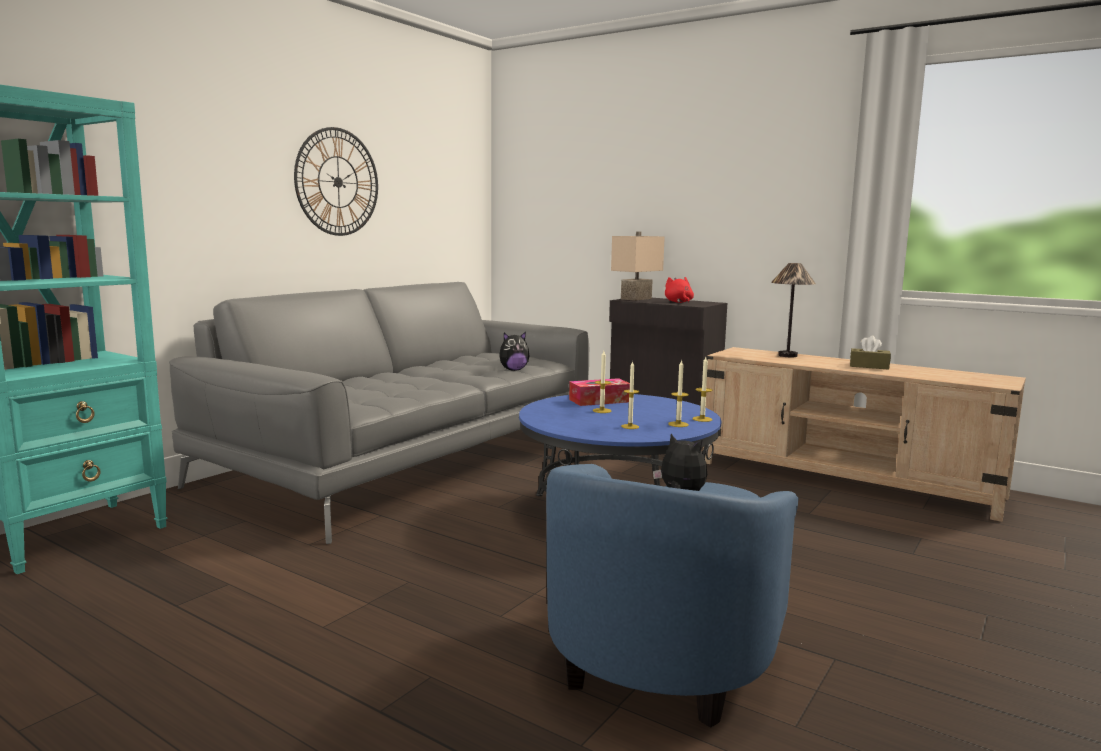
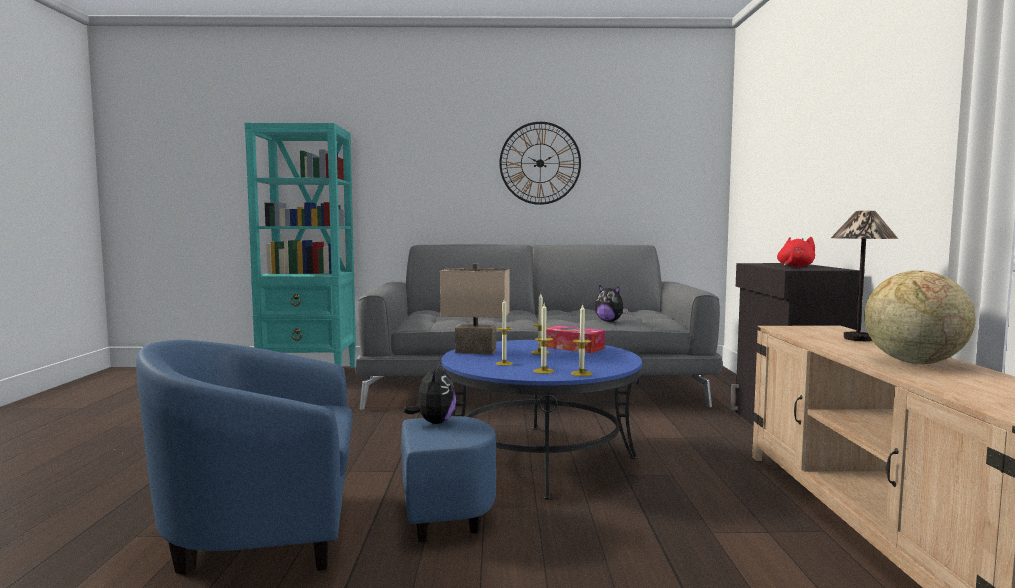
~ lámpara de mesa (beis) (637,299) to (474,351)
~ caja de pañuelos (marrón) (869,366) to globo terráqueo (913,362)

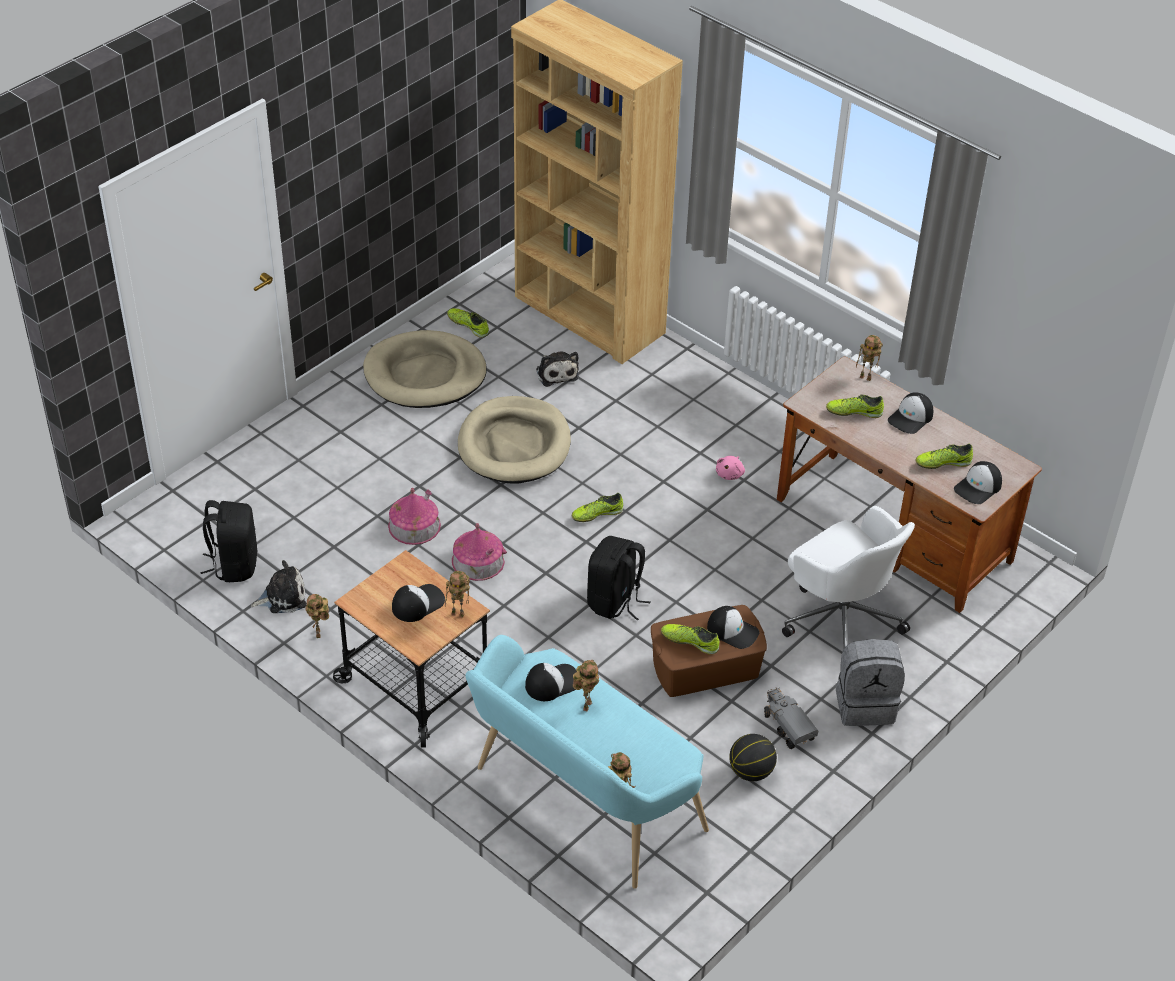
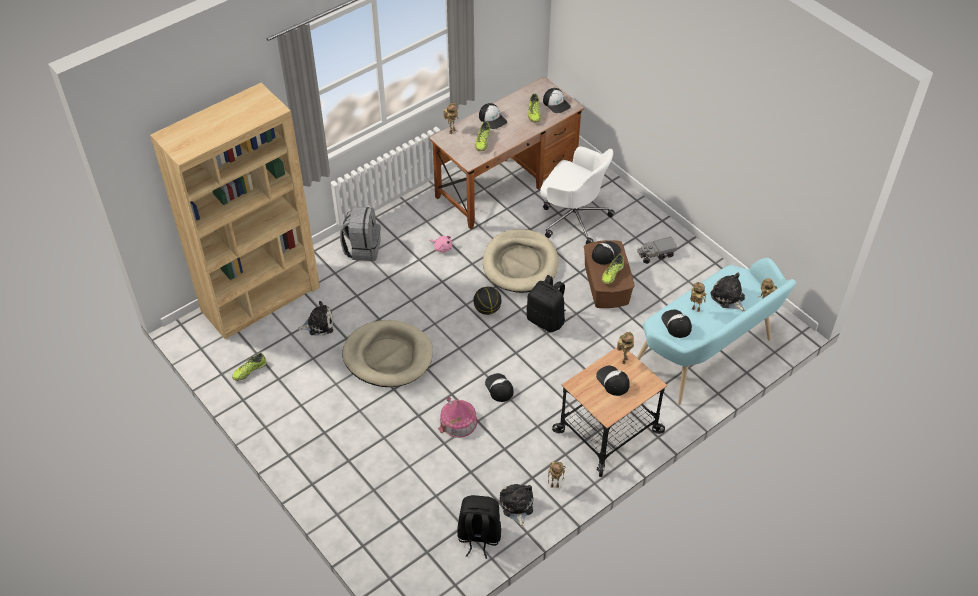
~ cama para perro (beis) (425,374) to (520,264)
~ casita (478,561) to gorra (499,388)
- zapato (597,514)
~ balón de baloncesto (750,771) to (487,309)
~ silla de oficina (blanco) (841,617) = (573,218) 60 degrees clockwise
~ mochila (gris) (865,704) to (362,248)
+ peluche (728,298)

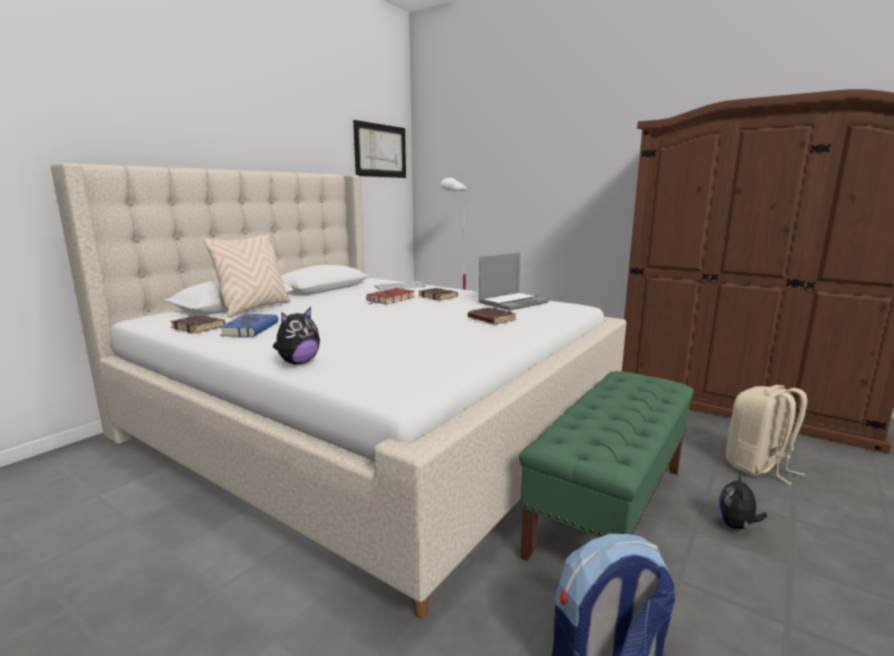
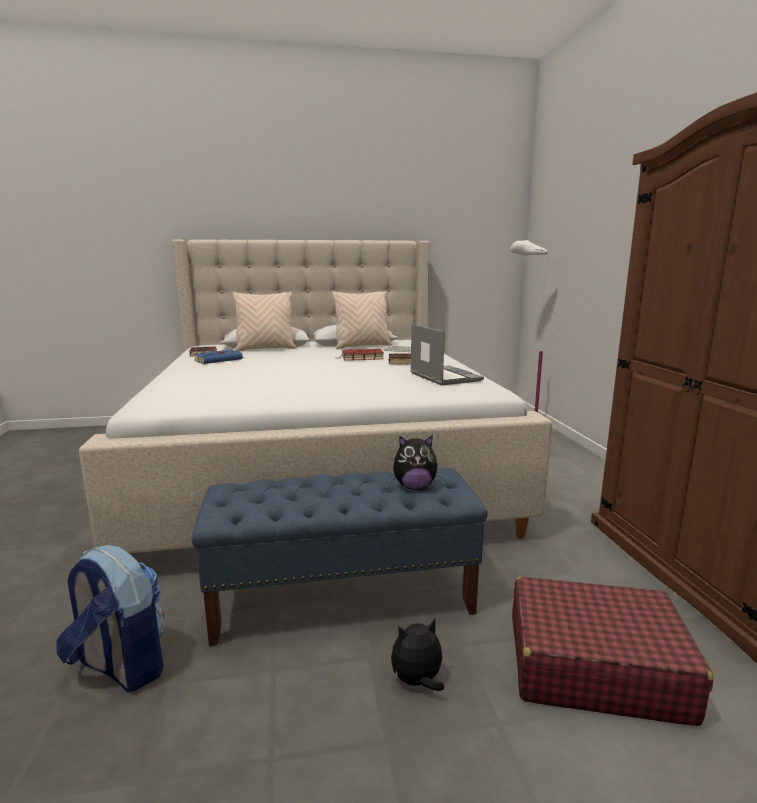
~ peluche (298,362) to (414,486)
- cuadro (381,151)
- libro (marrón) (490,319)
~ portátil (513,302) = (443,377) 120 degrees counterclockwise
~ banco (verde) (609,509) to banco (azul) (344,598)
~ mochila (beis) (758,466) to maleta (rojo) (593,666)
+ cojín (beis) (362,346)

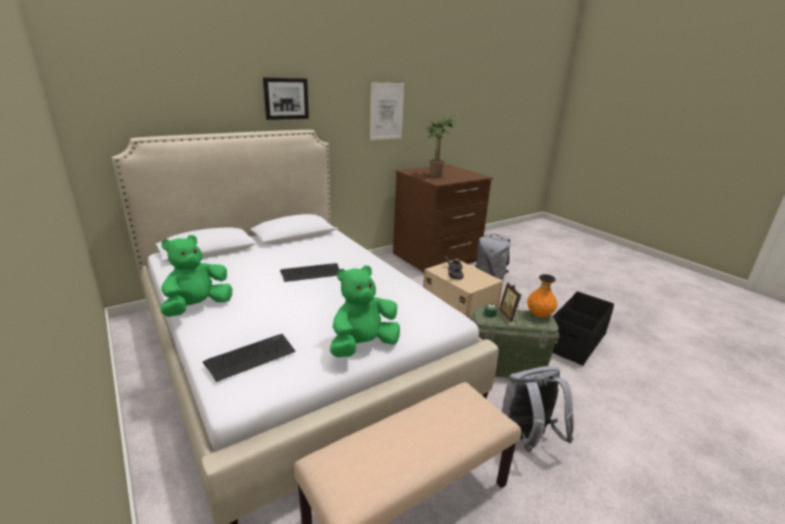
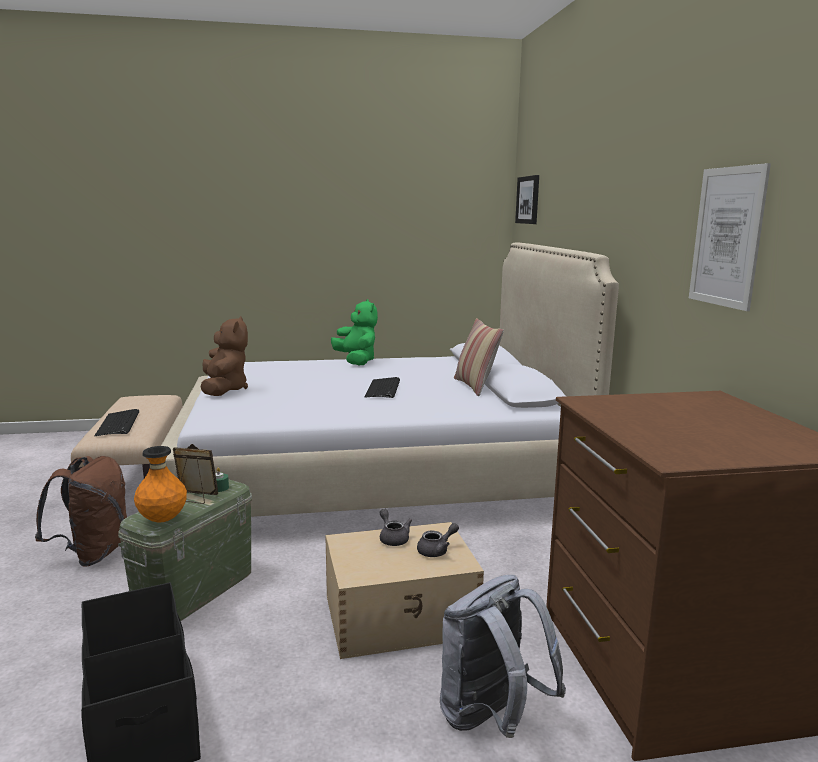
~ teclado (251,357) to (118,424)
~ cuadro (286,98) to (528,200)
~ peluche (verde) (363,346) to peluche (marrón) (224,390)
- planta en maceta (435,175)
~ mochila (gris) (526,439) to mochila (marrón) (93,553)
+ cojín (475,386)

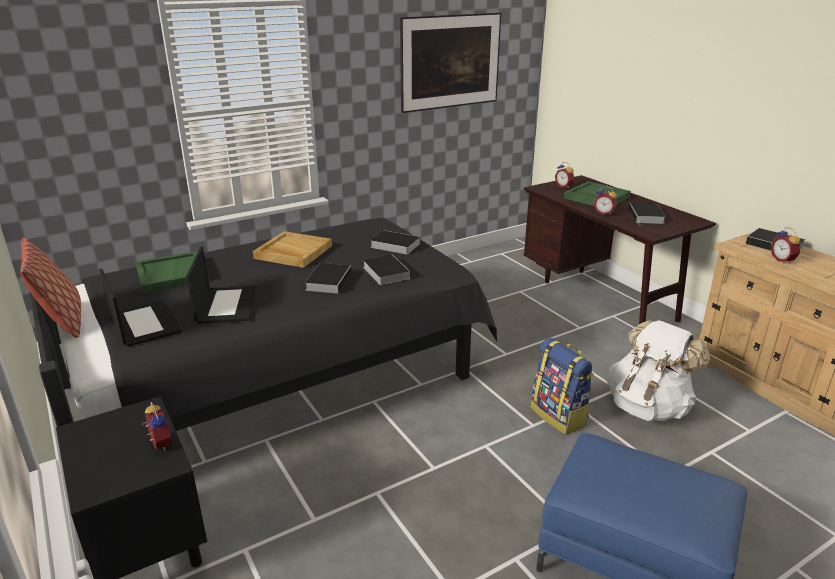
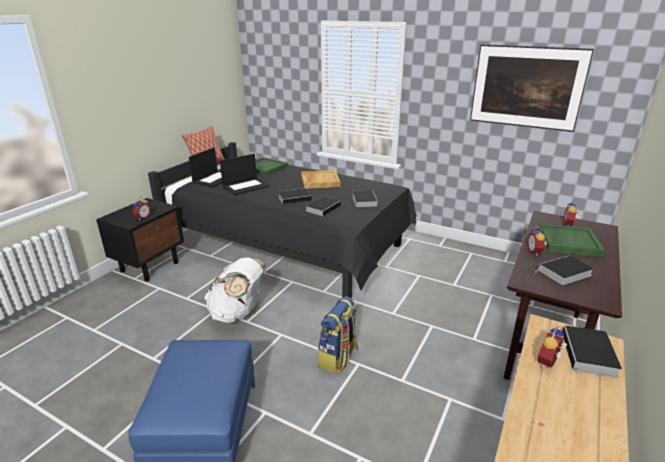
~ mochila (blanco) (648,406) to (238,313)

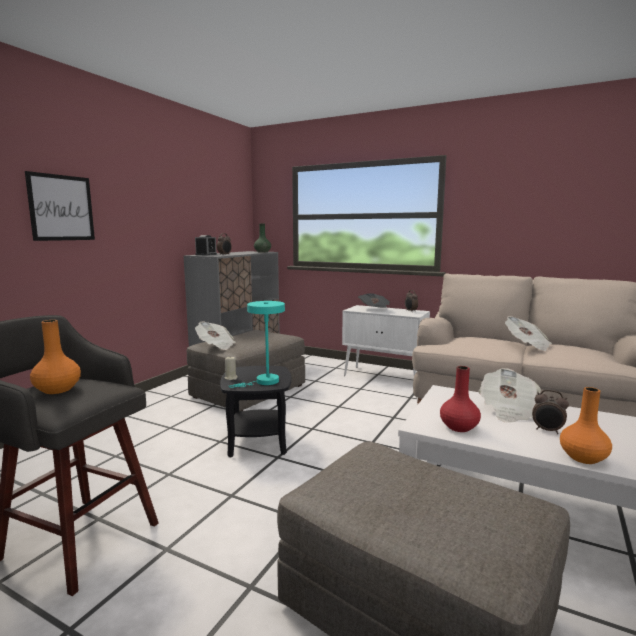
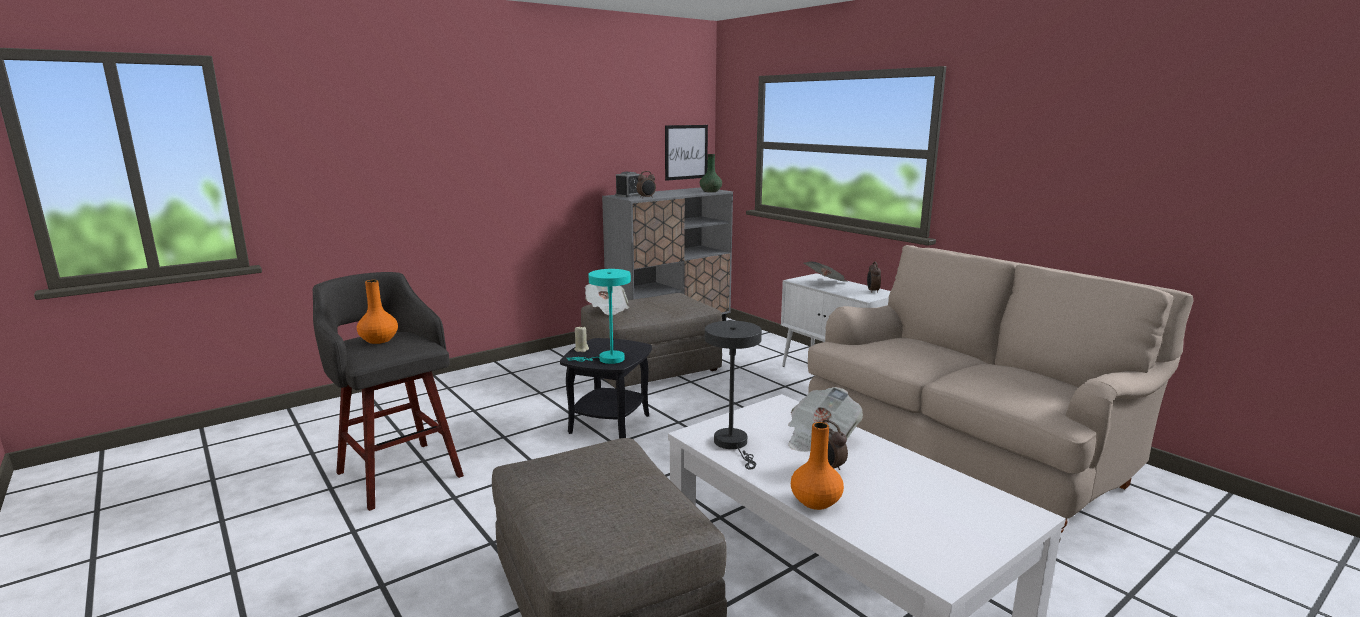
~ cuadro (61,208) to (686,152)
~ florero (rojo) (459,427) to lámpara de mesa (gris) (733,444)
- periódico (527,345)

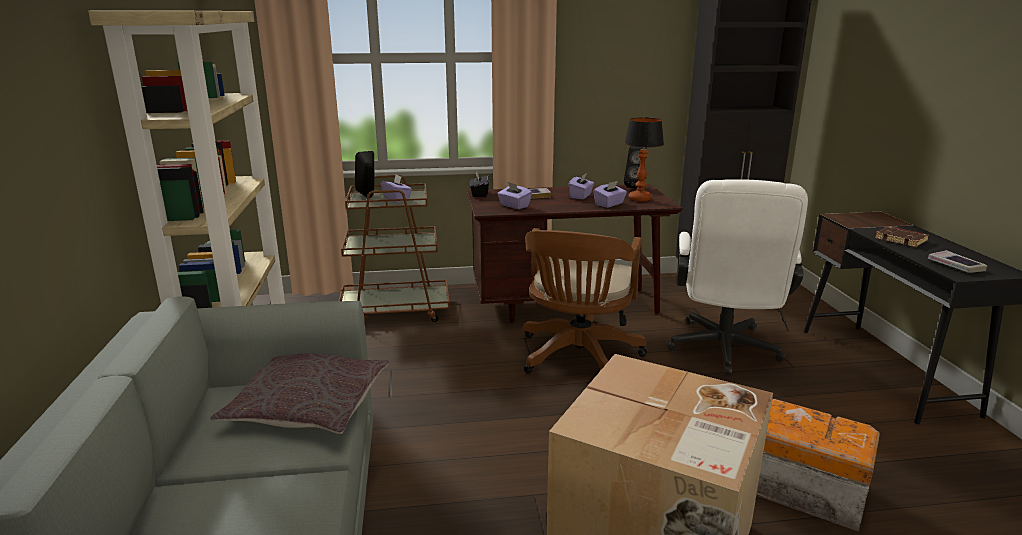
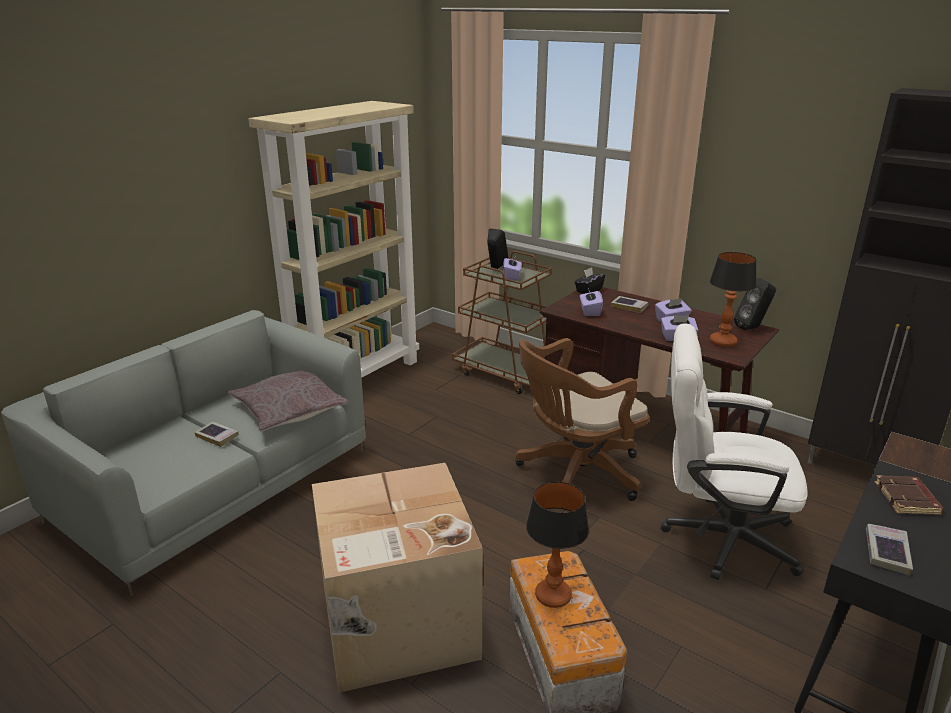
~ silla de oficina (blanco) (723,352) = (717,537) 45 degrees clockwise
+ libro (217,436)
+ lámpara de mesa (552,596)

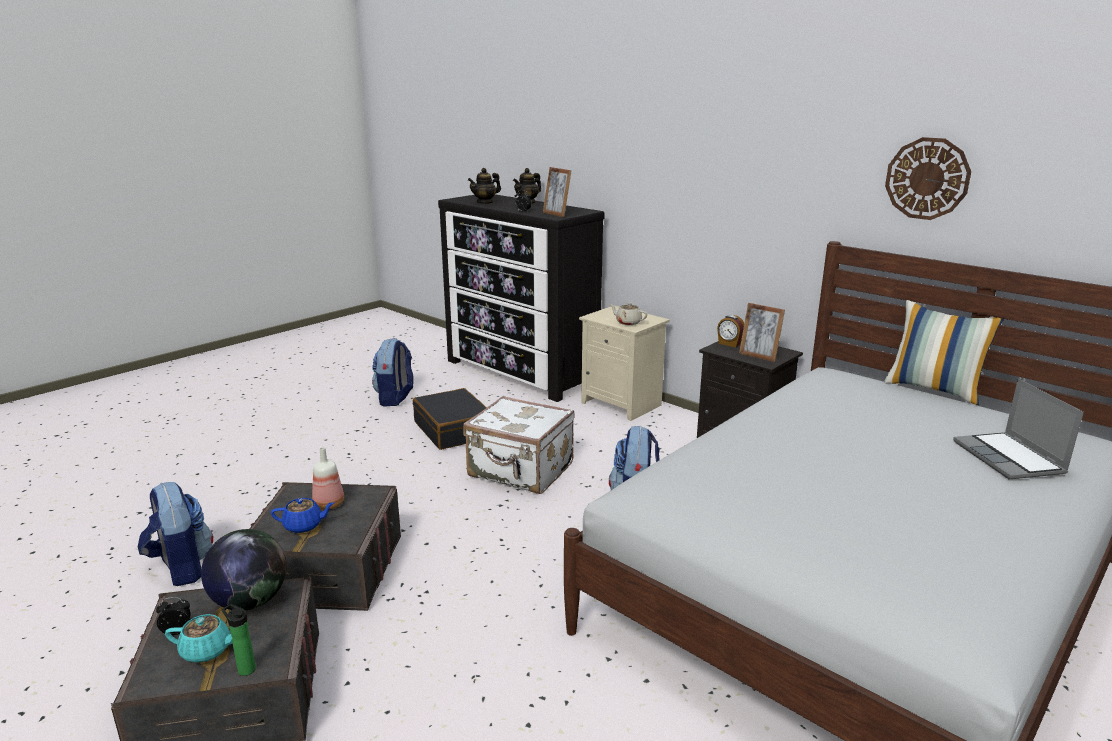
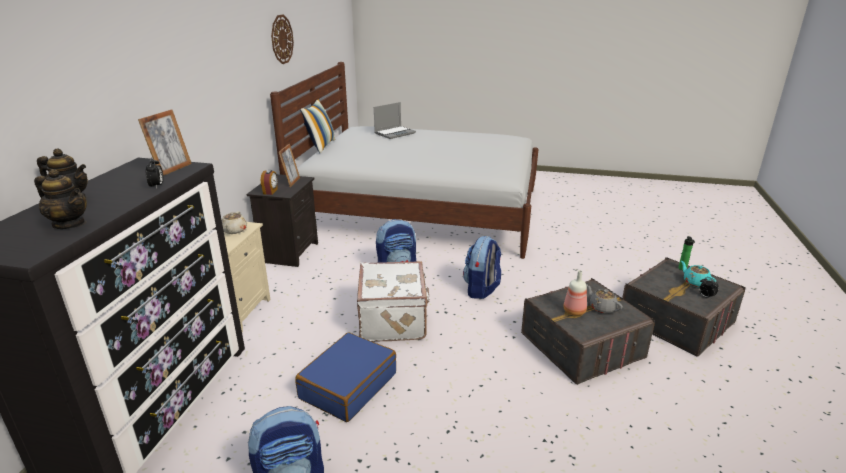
~ mochila (181,568) to (481,289)
- globo terráqueo (250,601)
~ tetera (azul) (304,525) to tetera (gris) (602,308)
~ maleta (negro) (454,430) to maleta (azul) (348,385)

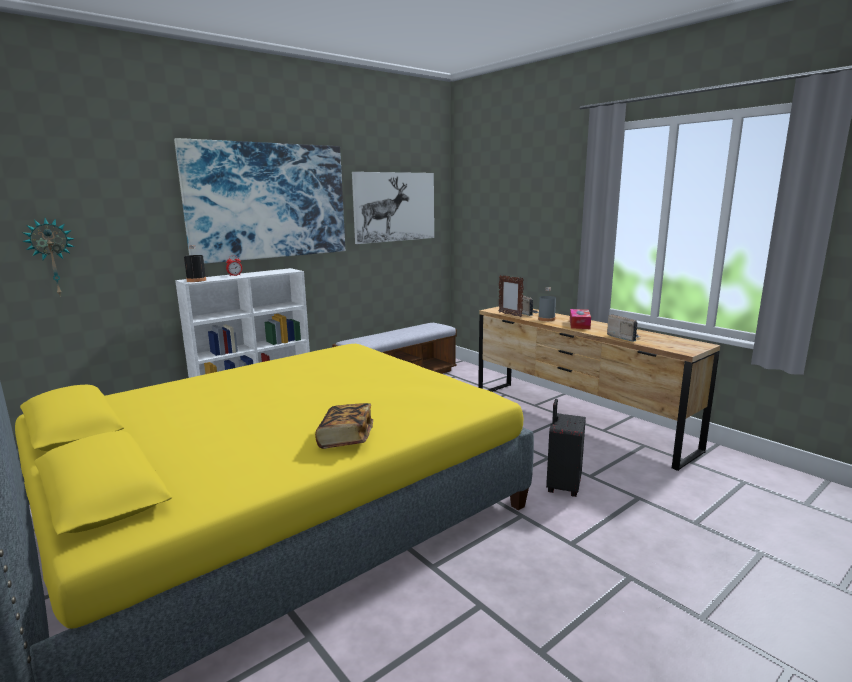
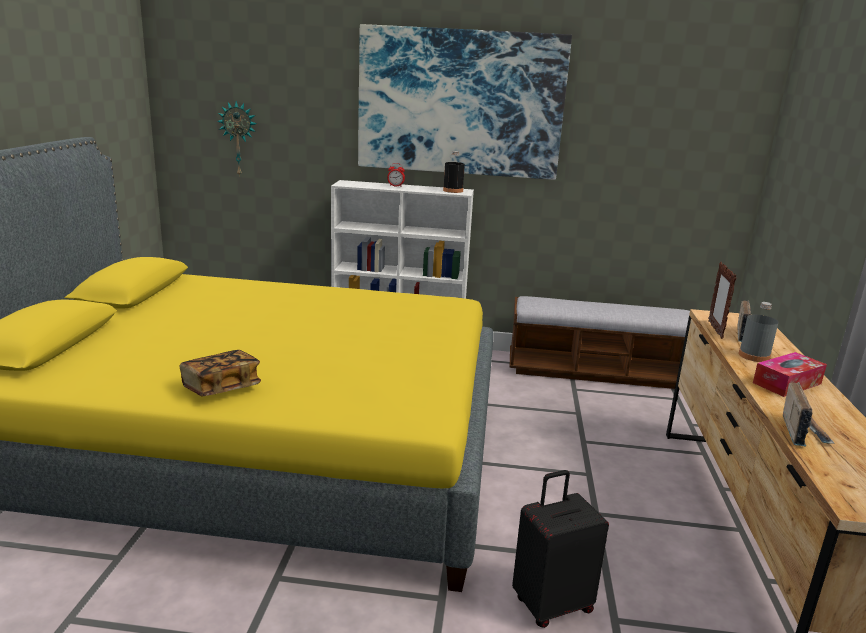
~ botella (negro) (196,280) to (453,191)
- cuadro (394,207)

